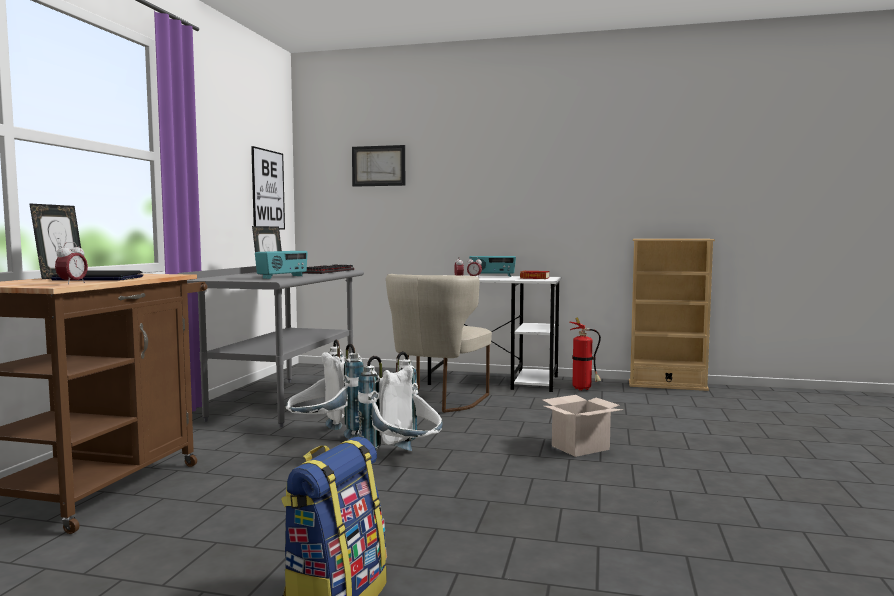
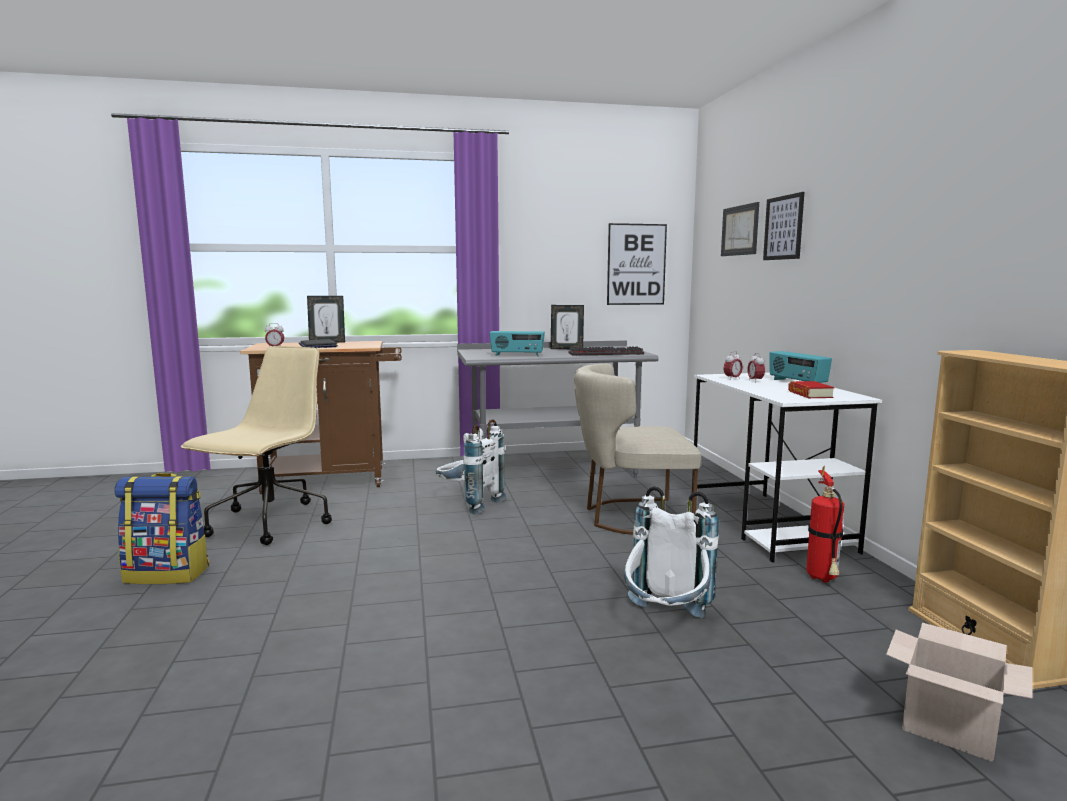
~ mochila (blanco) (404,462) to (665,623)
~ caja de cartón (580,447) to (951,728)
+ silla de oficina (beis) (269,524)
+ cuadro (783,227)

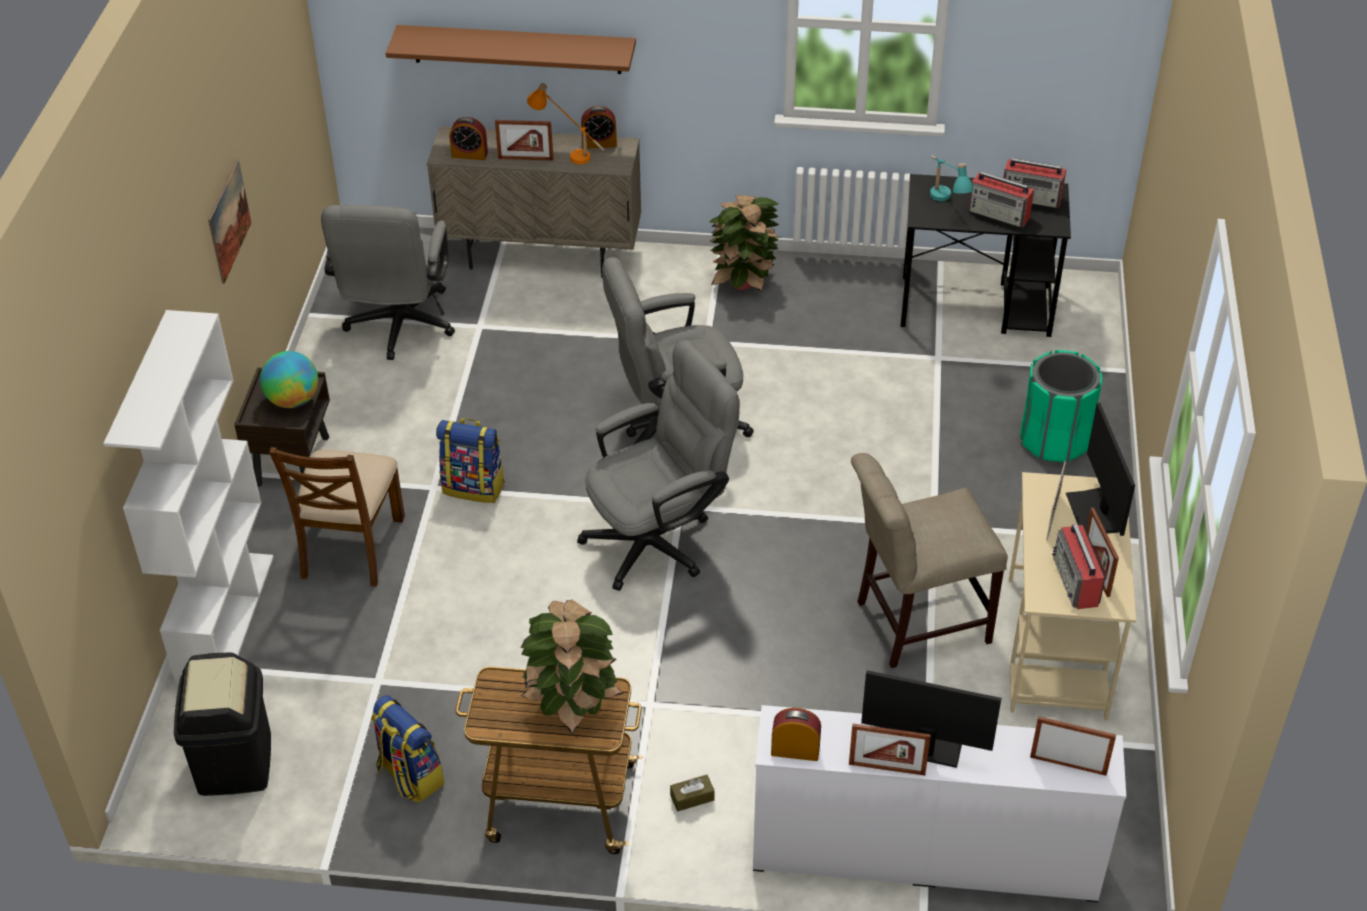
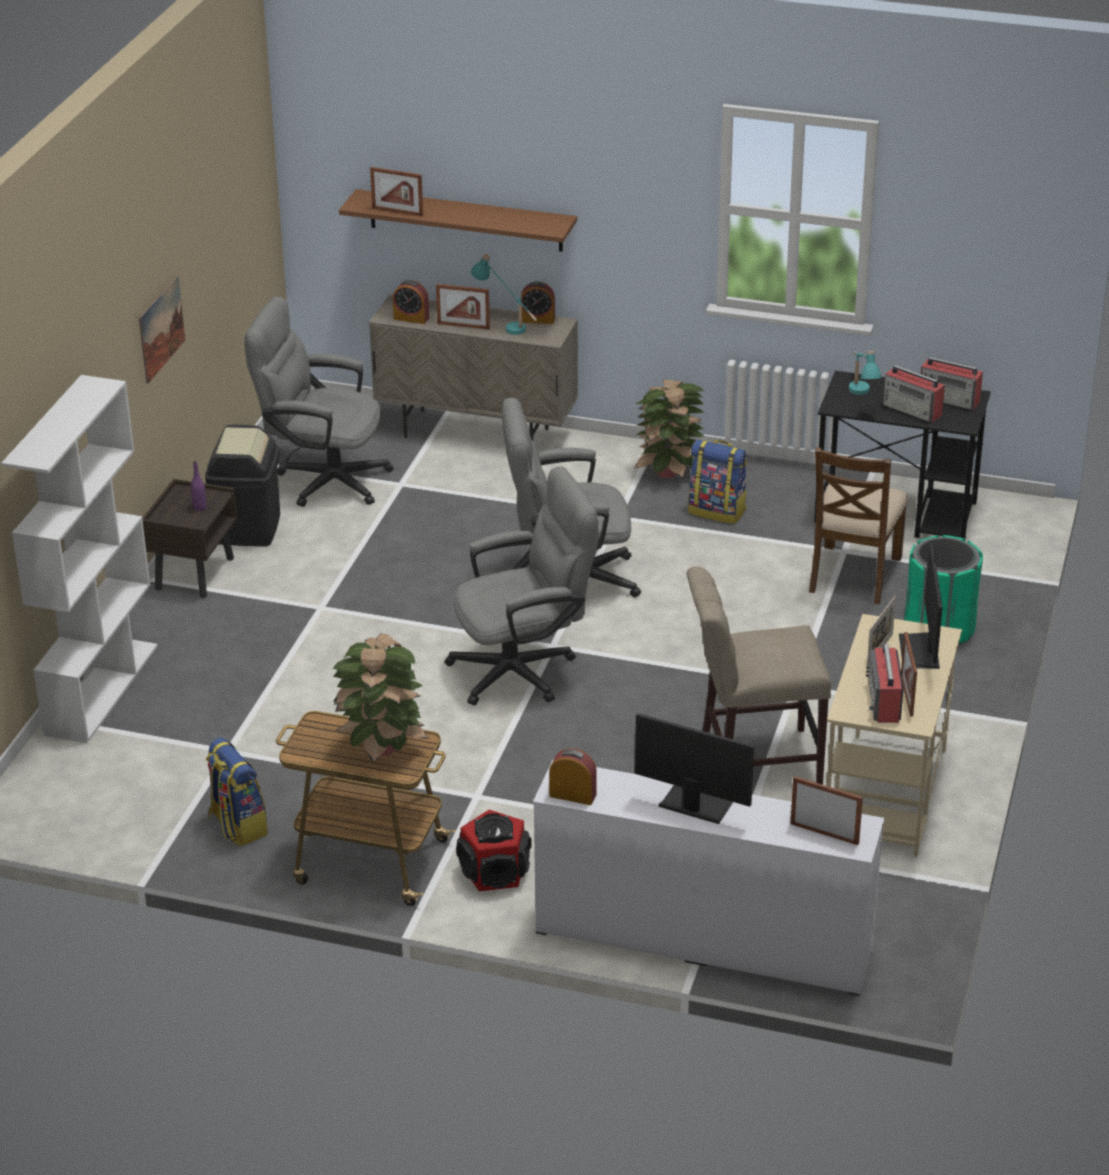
~ papelera (negro) (234,763) to (248,529)
~ globo terráqueo (293,400) to botella (morado) (199,507)
~ silla (marrón) (351,547) to (853,574)
~ silla de oficina (gris) (398,329) = (322,479) 90 degrees clockwise
~ mochila (474,487) to (717,511)
~ lámpara de mesa (naranja) (568,152) to lámpara de mesa (turquesa) (505,324)
~ caja de pañuelos (marrón) (692,798) to altavoz (495,872)
~ portarretratos (887,768) to (397,212)

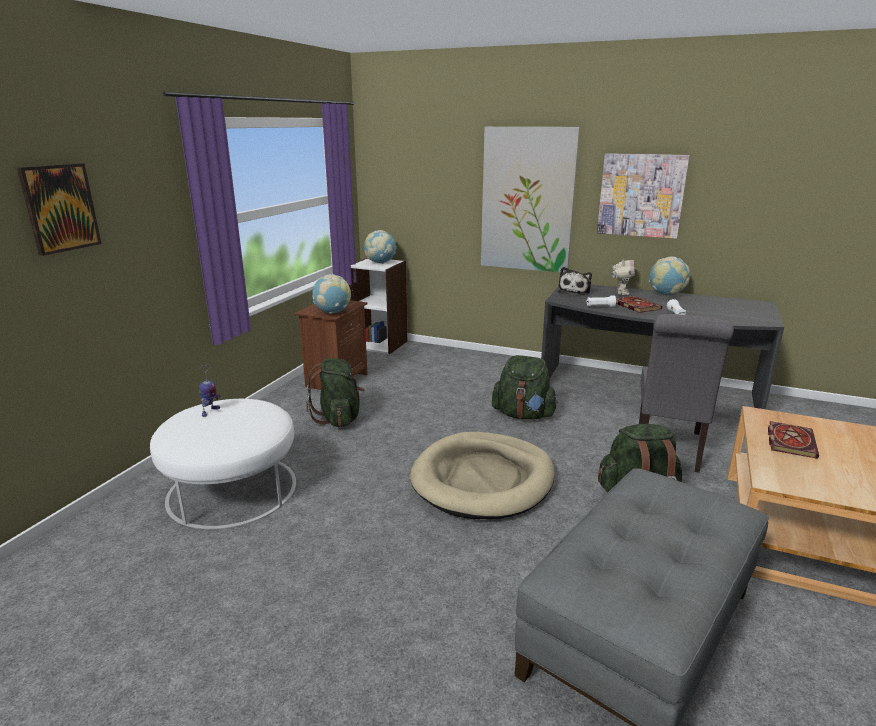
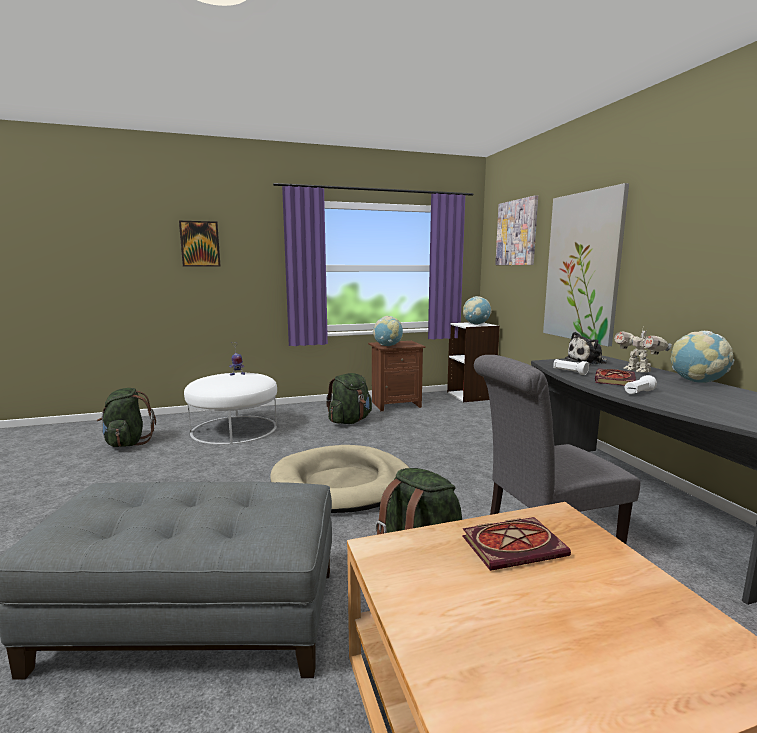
~ mochila (verde) (523,415) to (127,443)
~ cuadro (641,195) to (516,233)
~ robot de juguete (621,293) = (638,371) 90 degrees clockwise

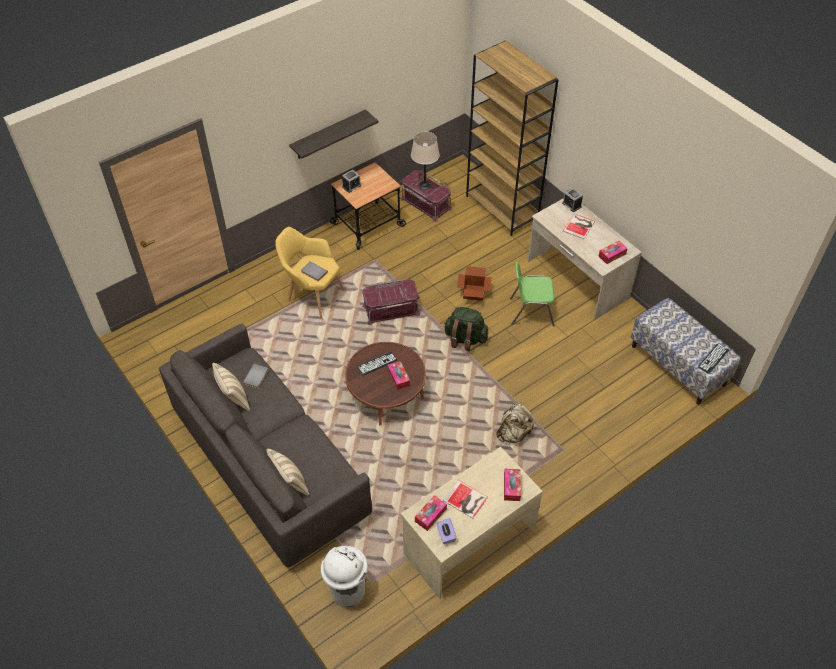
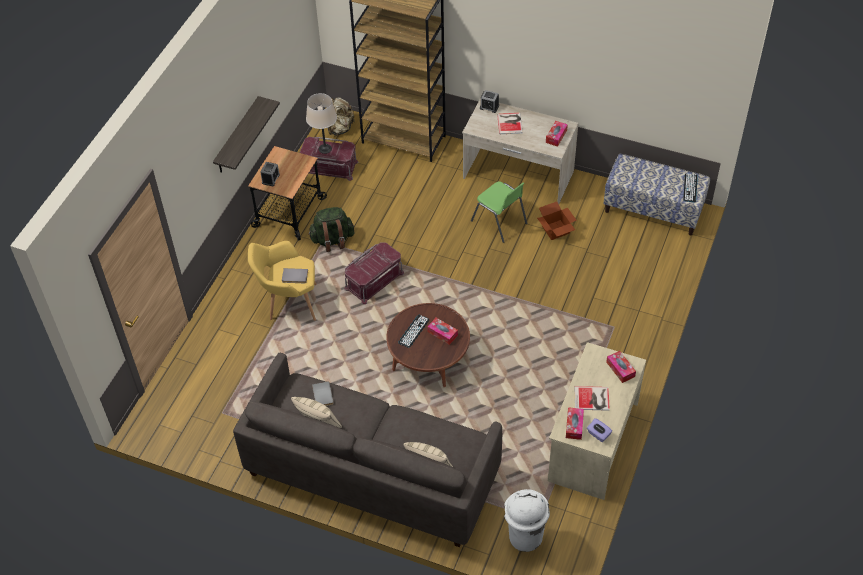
~ mochila (verde) (465,339) to (332,240)
~ caja de cartón (473,293) to (555,230)
~ mochila (beis) (513,433) to (340,128)
~ silla (verde) (531,311) = (499,222) 105 degrees counterclockwise

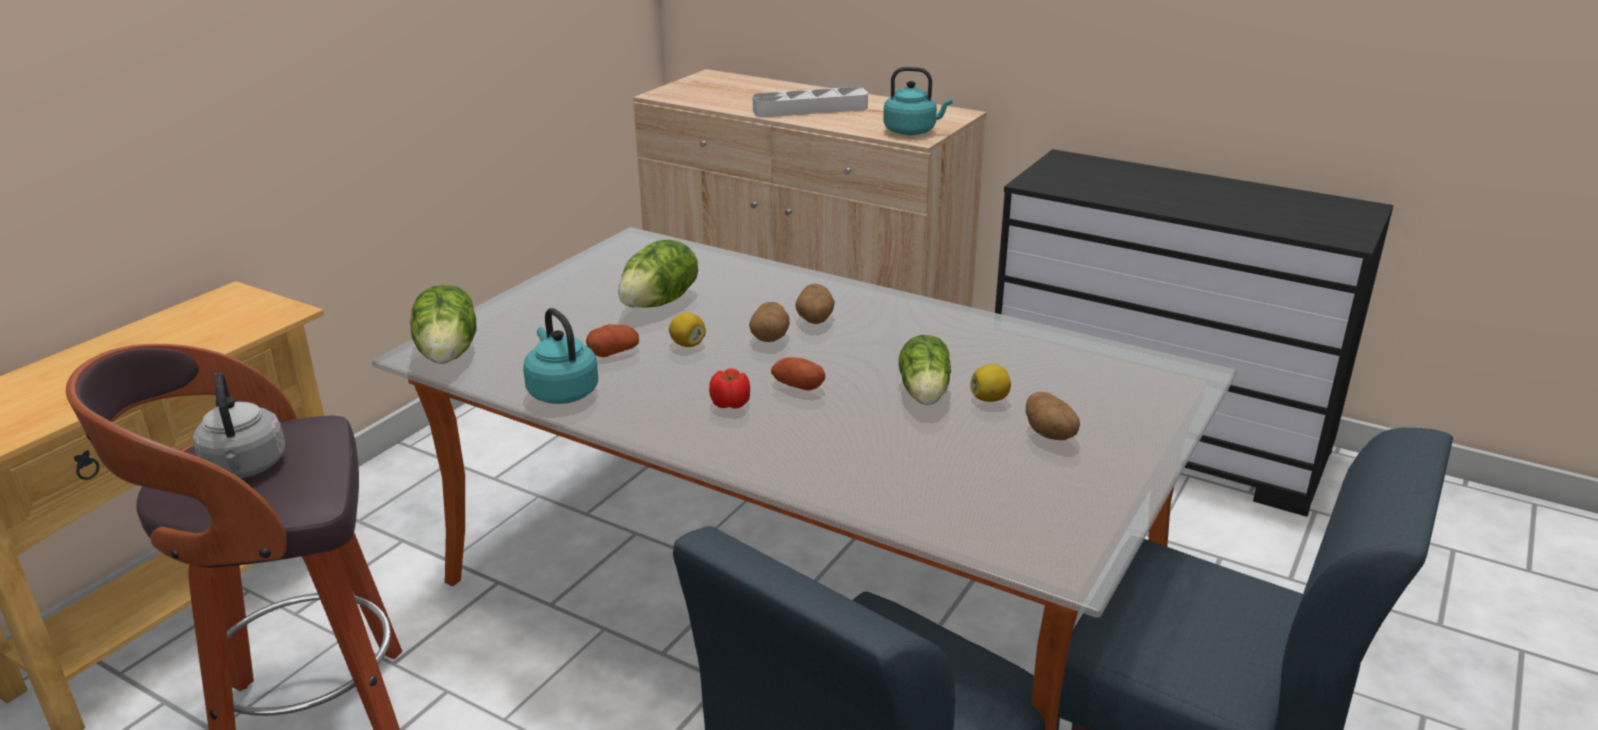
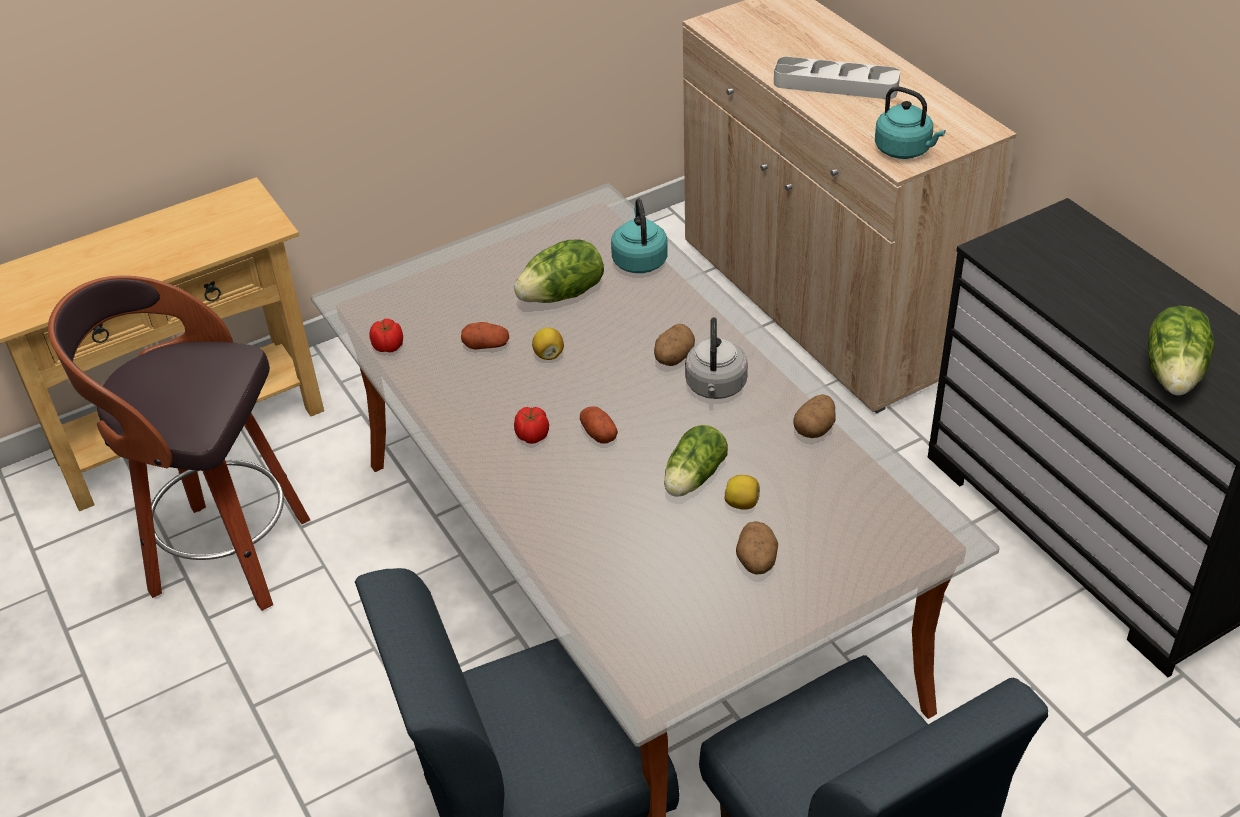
~ hervidor (gris) (245,468) to (716,387)
~ lechuga (449,353) to (1175,373)
~ hervidor (turquesa) (561,391) to (639,260)
~ patata (770,337) to (814,428)
+ tomate (388,347)

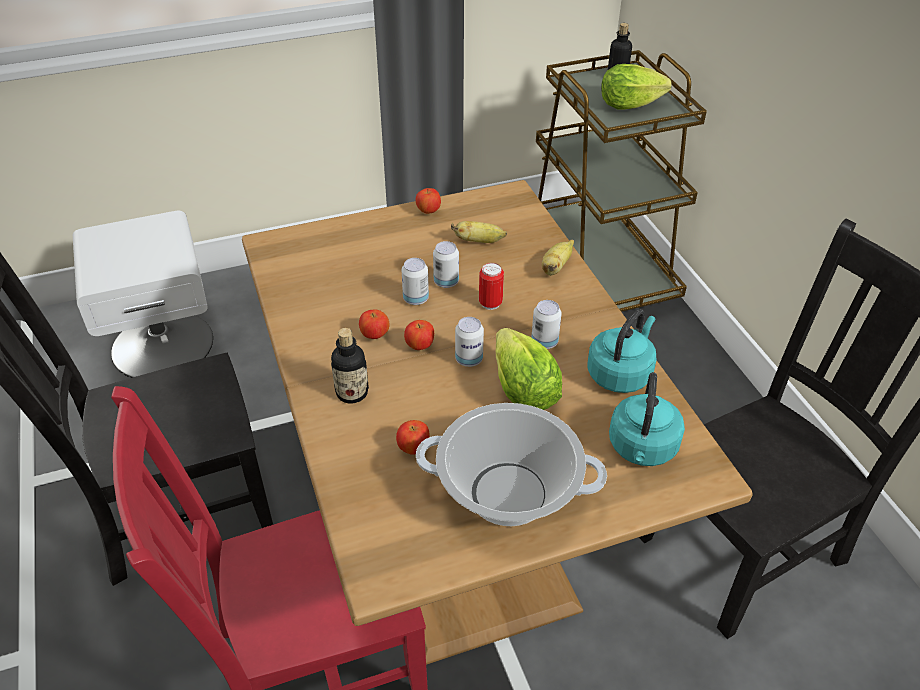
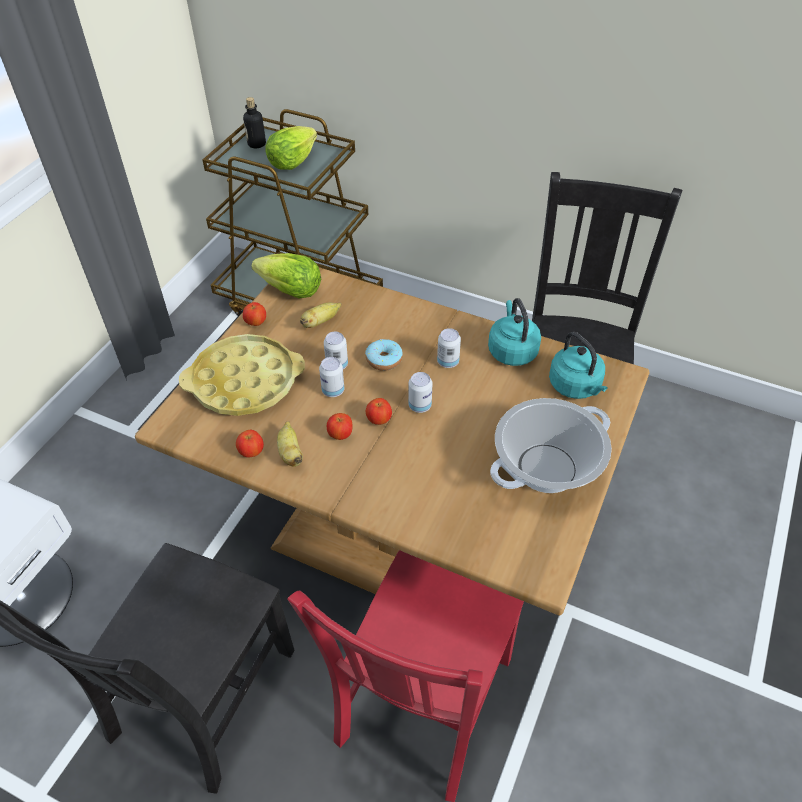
- botella (352,393)
~ manzana (414,448) to (251,452)
~ lata (490,303) to rosquilla (384,360)
~ lechuga (523,391) to (291,291)
~ plátano (556,267) to (290,453)
+ bandeja (amarillo) (244,382)

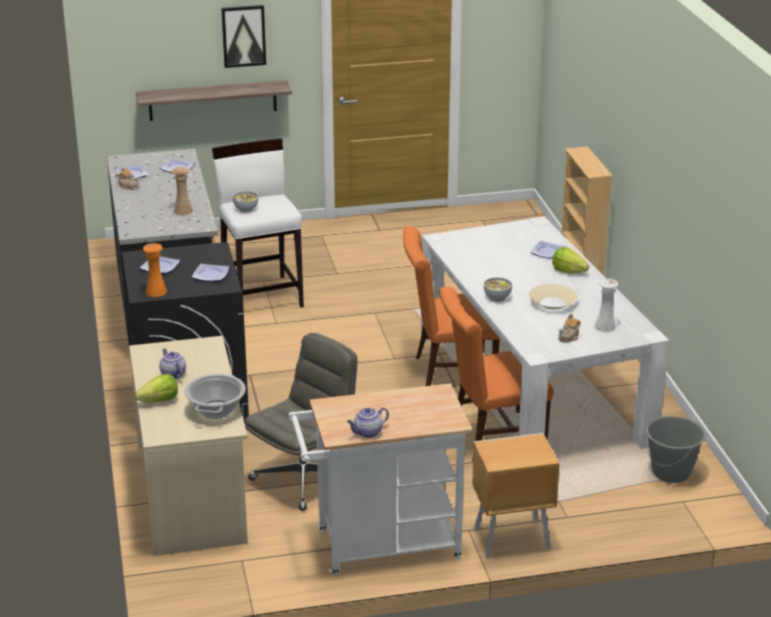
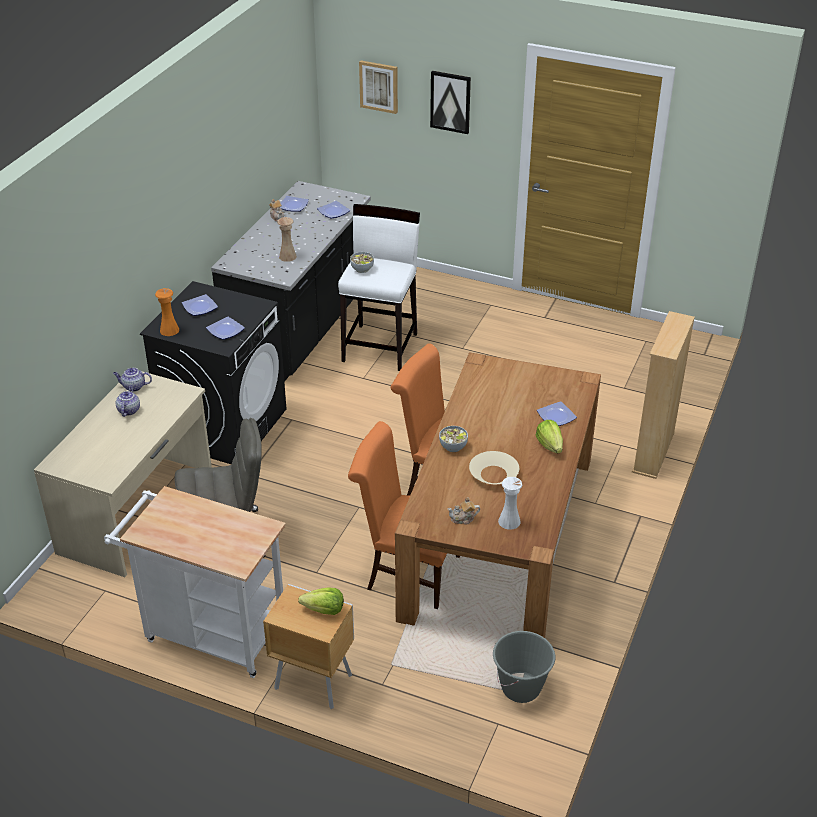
~ lechuga (160,401) to (324,610)
- estante (212,100)
- olla (216,409)
~ tetera (367,433) to (133,387)
~ mesa de comedor (blanco) (532,386) to mesa de comedor (marrón) (499,535)
+ cuadro (379,86)

